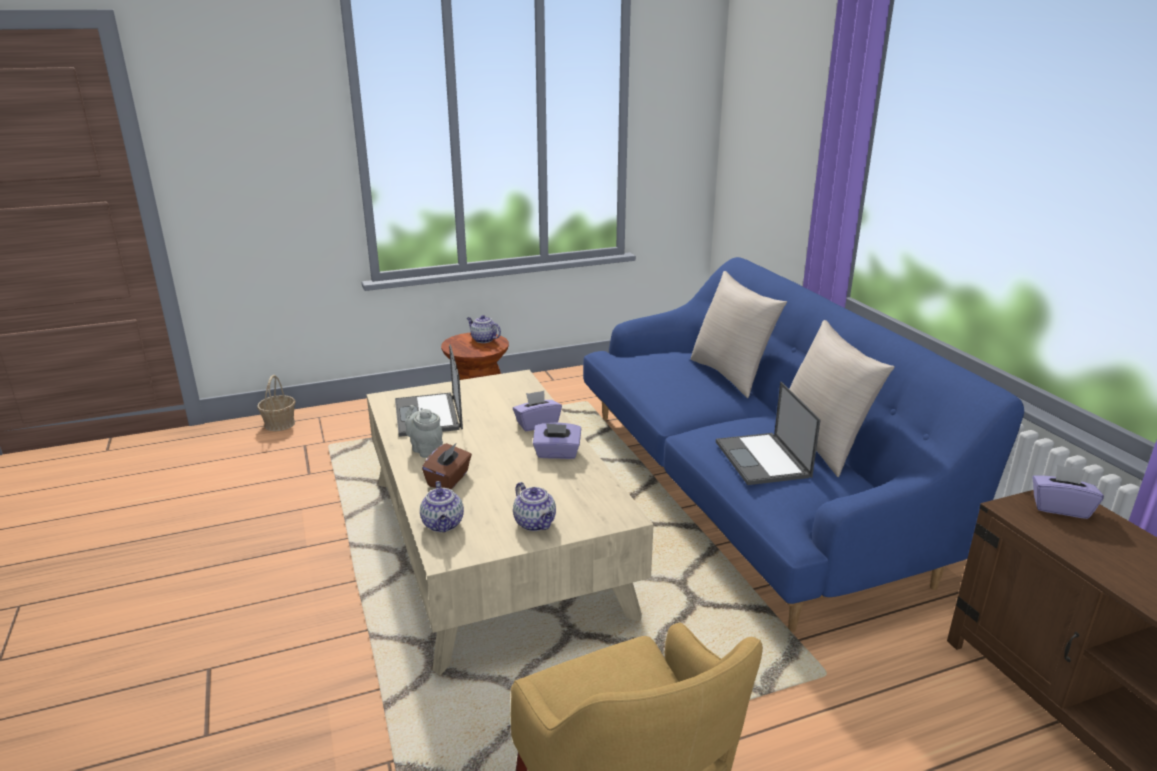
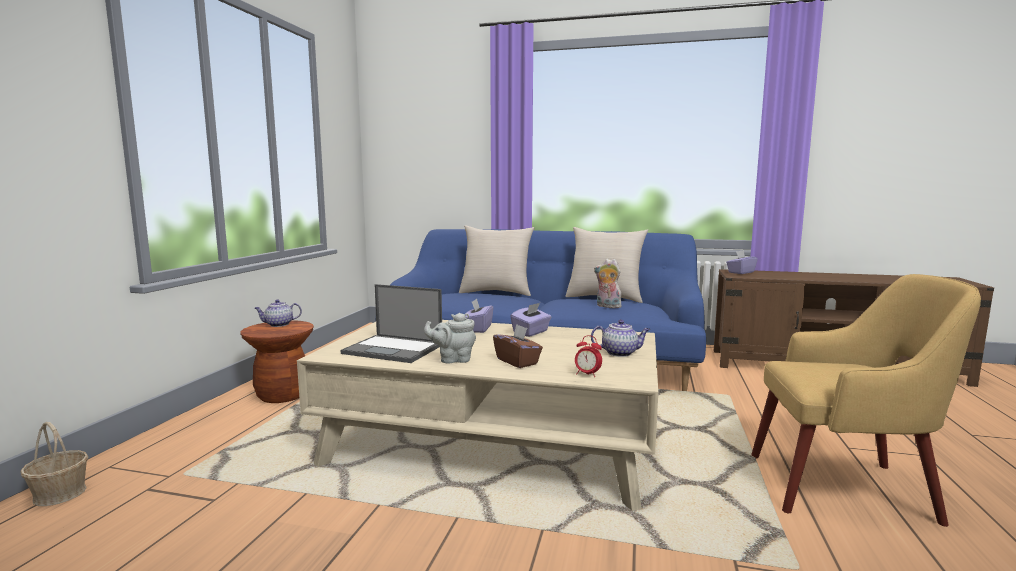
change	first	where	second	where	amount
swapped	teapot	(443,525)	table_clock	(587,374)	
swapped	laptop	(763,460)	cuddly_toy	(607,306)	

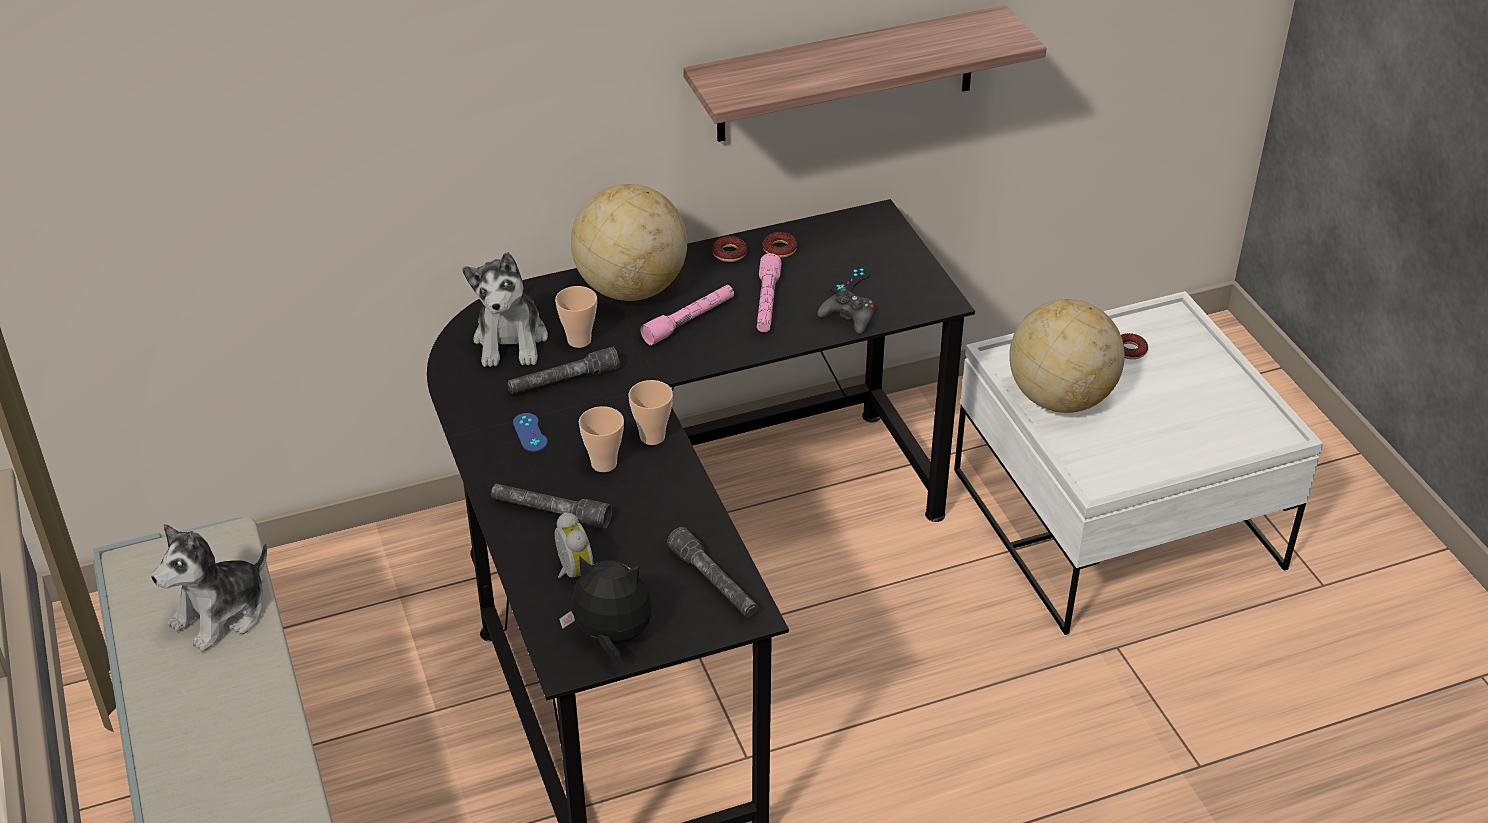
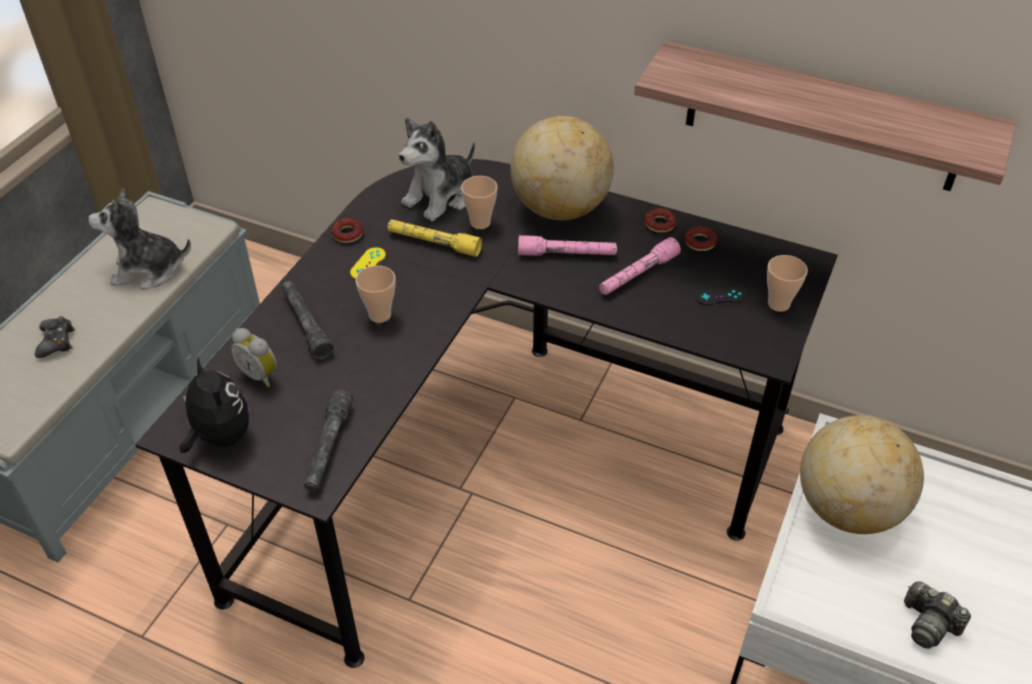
change	first	where	second	where	amount
shifted	blackish_gamepad	(848,318)		(56,342)	
rotated	table_clock	(572,573)		(260,374)	105 degrees clockwise
shifted	ring_doughnut	(1129,350)		(347,234)	
repainted	blue-coloured_gamepad	(530,432)	yellowish_gamepad	(368,264)	
repainted	grey_flashlight	(563,381)	yellowish_flashlight	(433,243)	
shifted	drinking_cup	(652,437)		(778,304)	
new			still_camera	(928,624)	

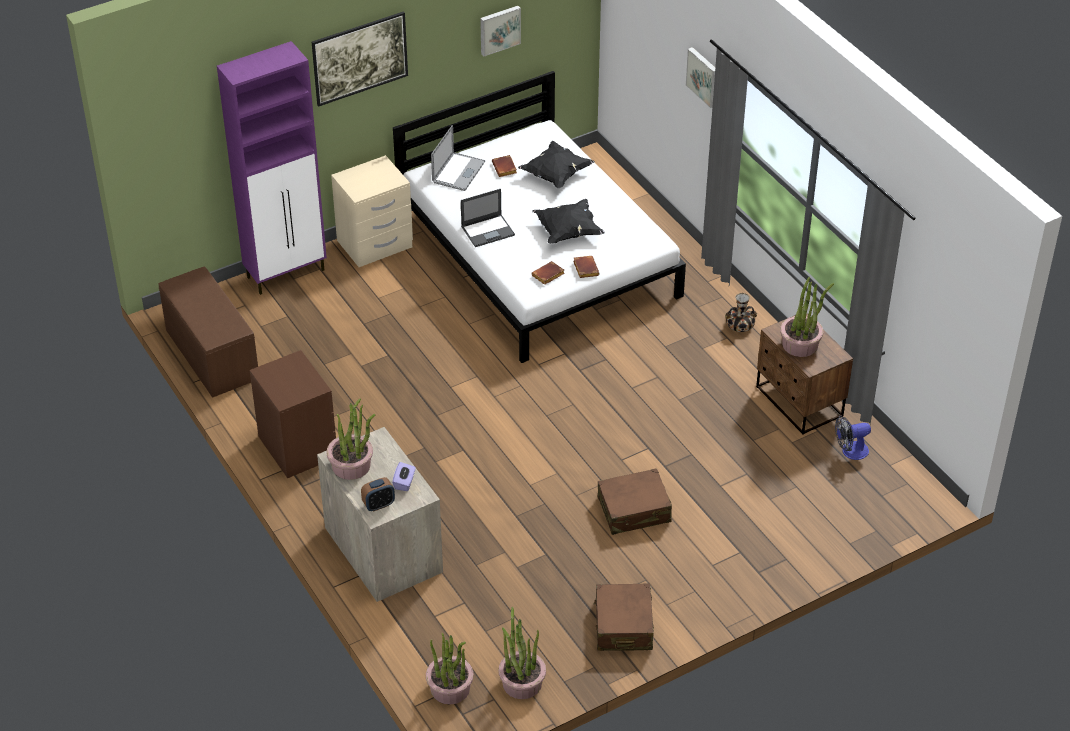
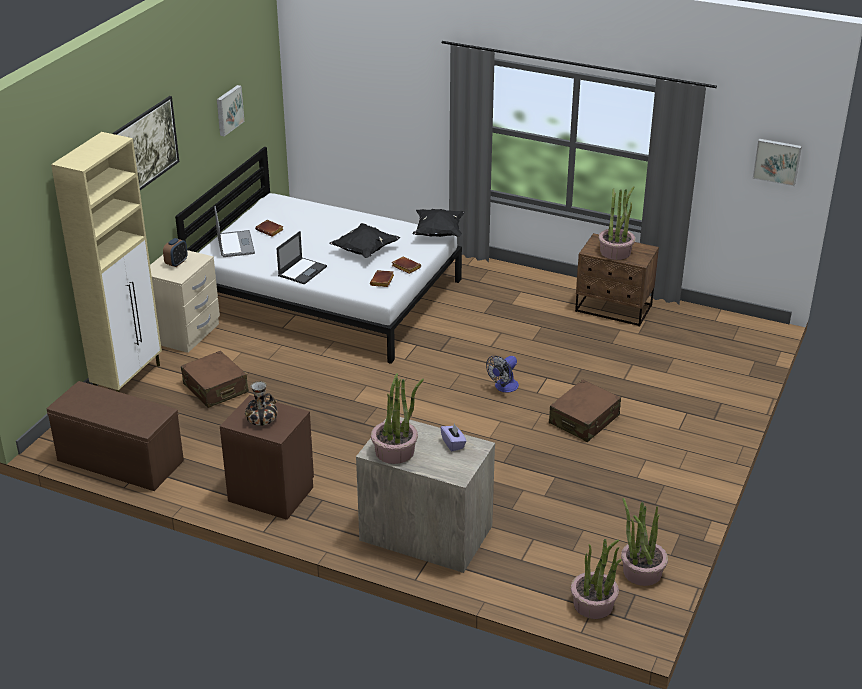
change	first	where	second	where	amount
repainted	purplish_storage_cabinet	(287,273)	beige-coloured_storage_cabinet	(129,379)	
shifted	table_clock	(378,505)		(176,263)	
shifted	brown_piece_of_luggage	(623,626)		(215,388)	
shifted	vase	(739,325)		(261,420)	
shifted	blackish_pillow	(556,175)		(438,233)	
shifted	fan	(850,451)		(504,387)	
shifted	wall_picture	(703,76)		(777,161)	

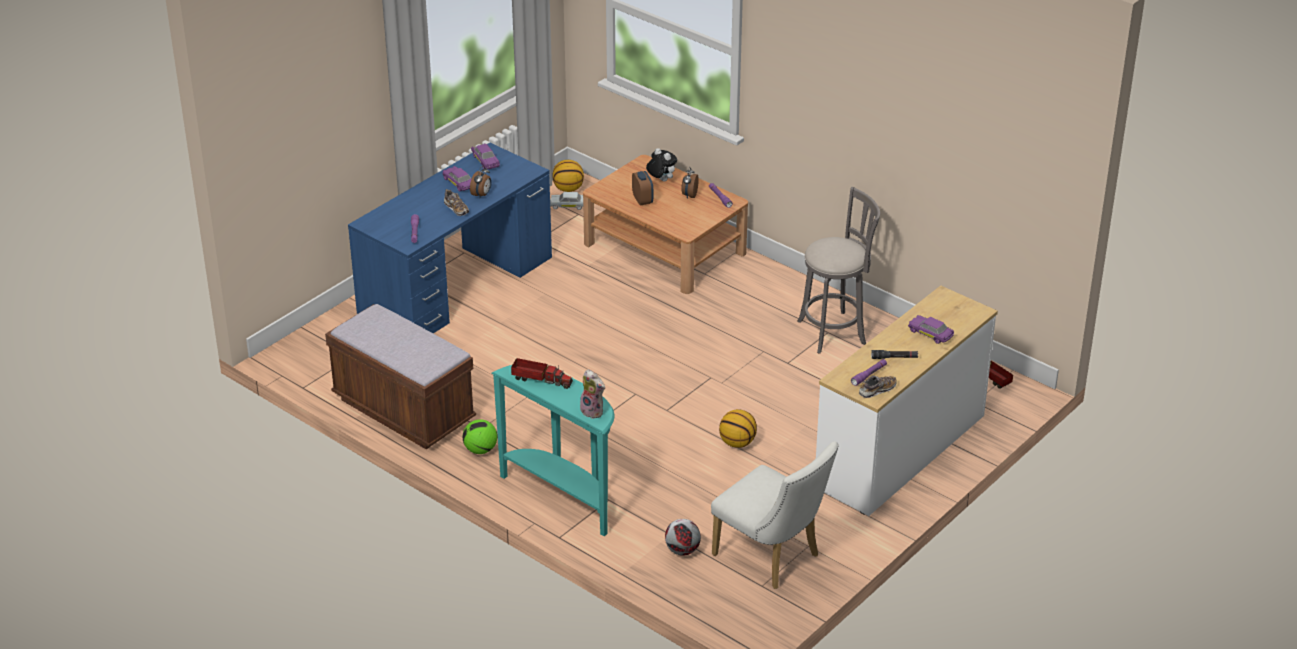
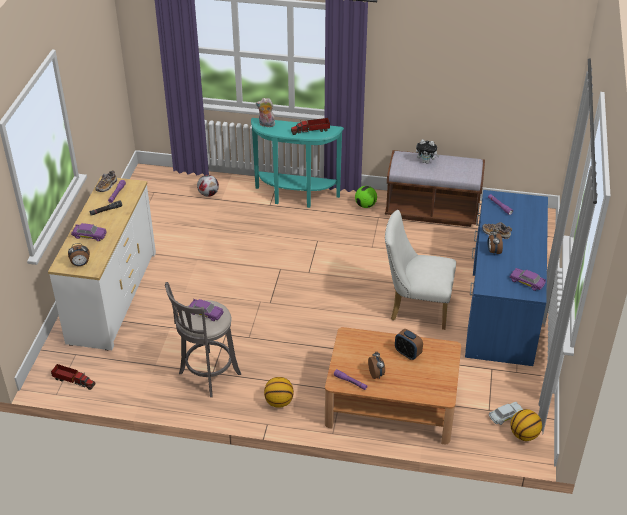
change	first	where	second	where	amount
new			table_clock	(80,264)	
shifted	purplish_miniature_car	(459,183)		(205,313)	
shifted	basketball_ball	(737,443)		(279,402)	
shifted	whitish_chair	(772,558)		(415,307)	
shifted	cuddly_toy	(661,180)		(426,161)	

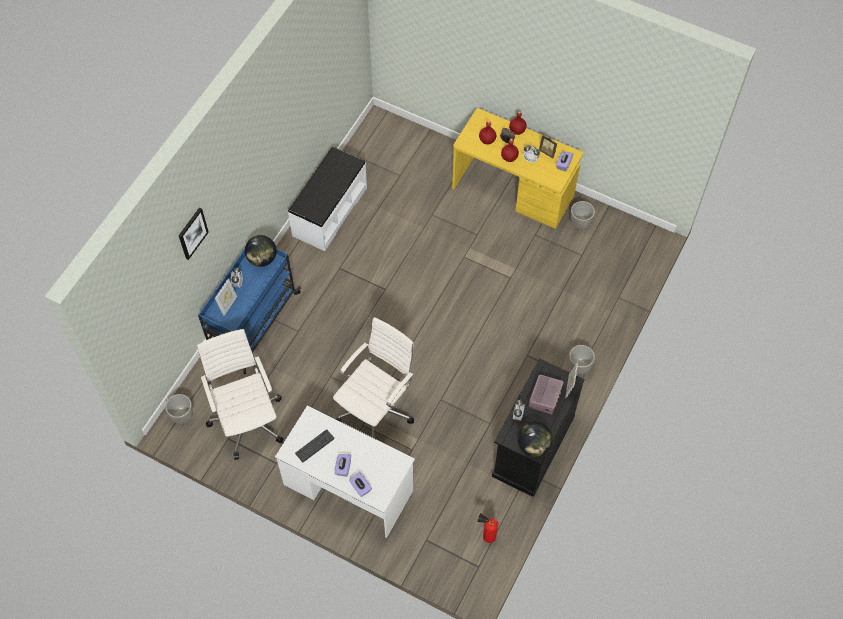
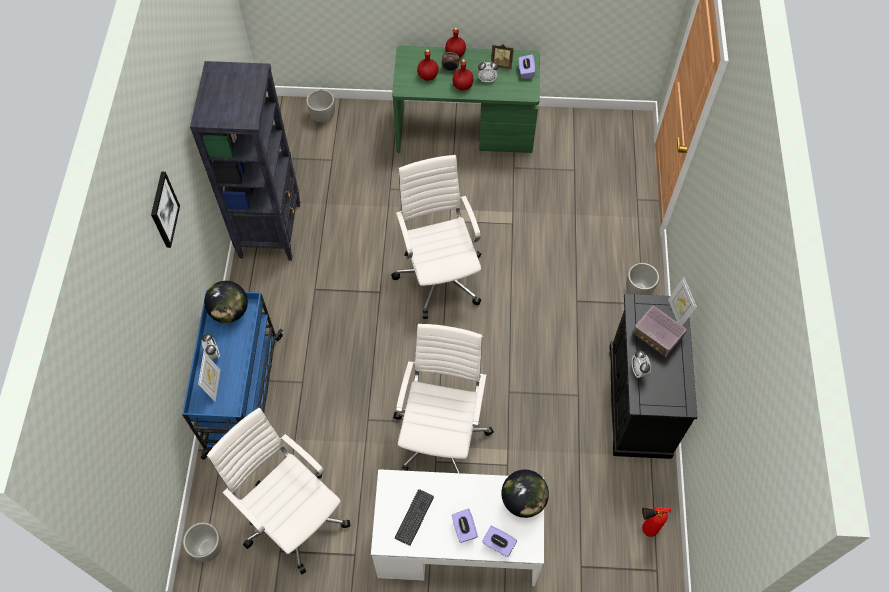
change	first	where	second	where	amount
shifted	wall_picture	(192,233)		(163,210)	
swapped	whitish_long_seat	(329,211)	blackish_shelving_unit	(270,230)	
shifted	plant_pot	(580,222)		(323,116)	
new			whitish_office_chair	(439,275)	
repainted	yellowish_desk_unit	(513,191)	green-coloured_desk_unit	(465,130)	
shifted	globe	(533,445)		(523,500)	
rotated	radio	(545,397)		(657,336)	135 degrees clockwise

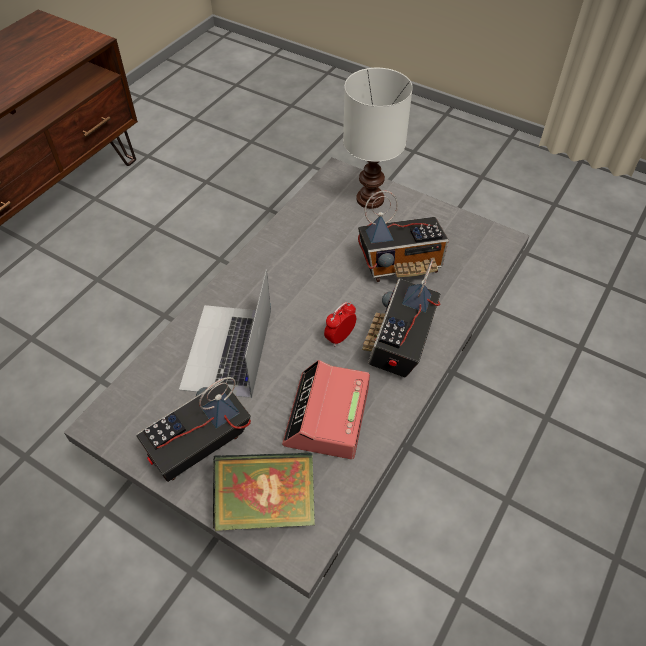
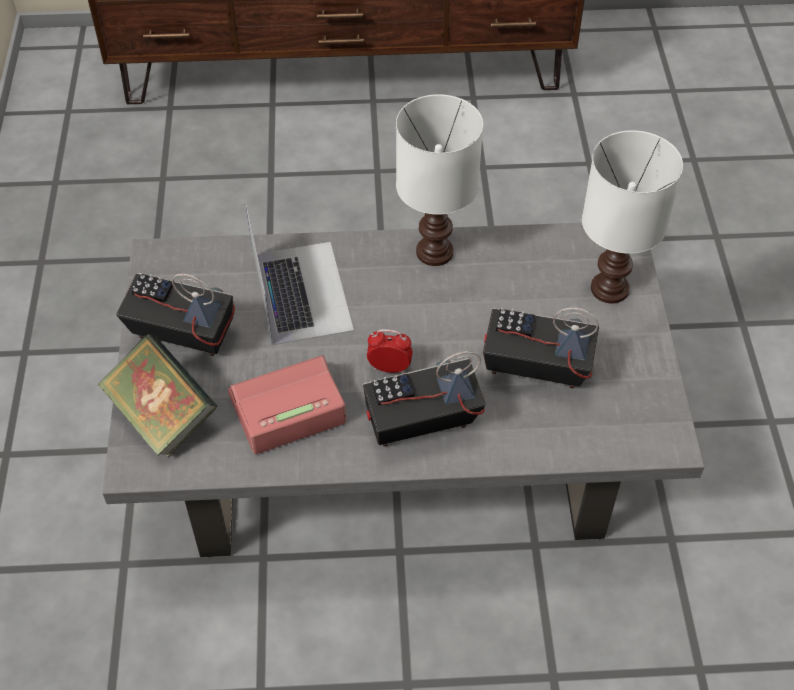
change	first	where	second	where	amount
rotated	laptop	(227,350)		(301,292)	105 degrees clockwise
new			whitish_tabletop_lamp	(433,253)	
rotated	radio	(401,265)		(535,368)	150 degrees clockwise

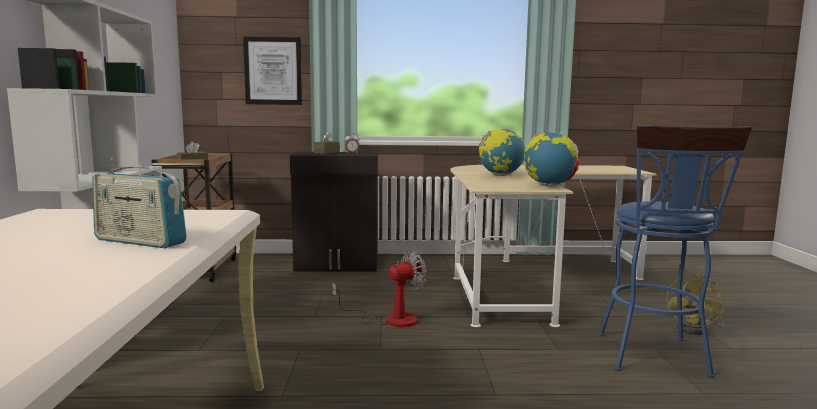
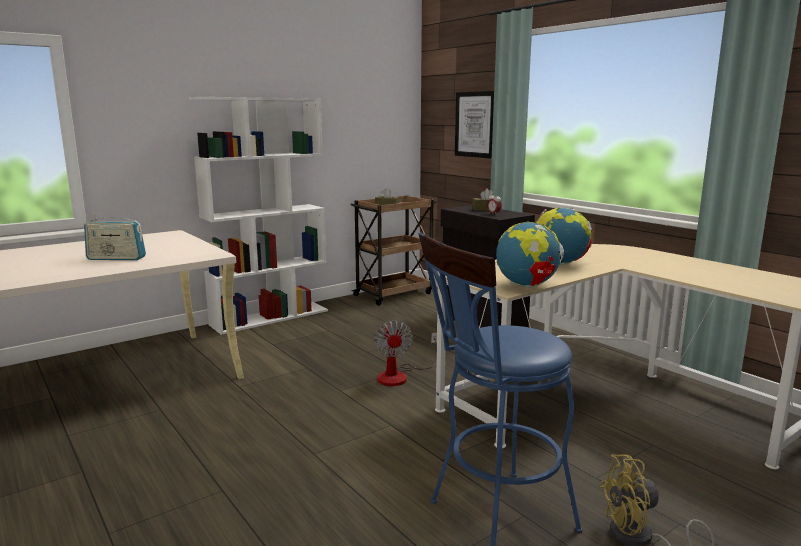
change	first	where	second	where	amount
rotated	radio	(140,241)		(116,258)	75 degrees counterclockwise
rotated	fan	(390,319)		(400,376)	60 degrees clockwise

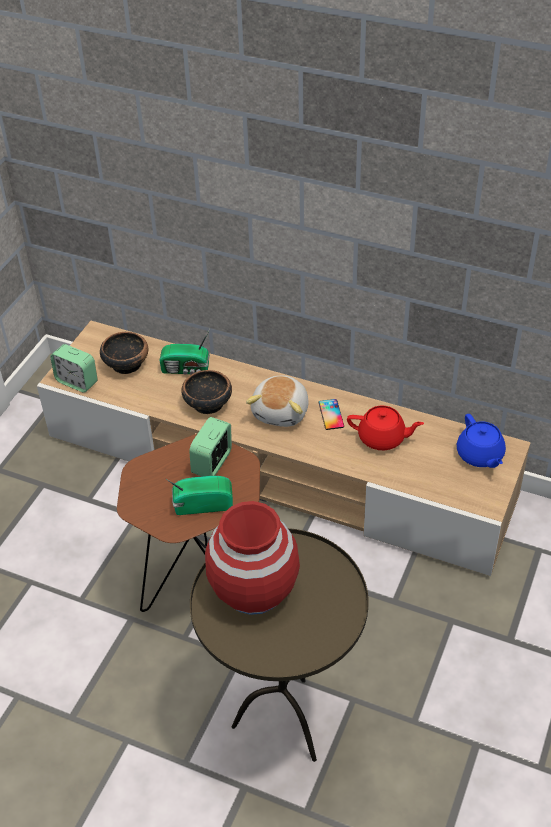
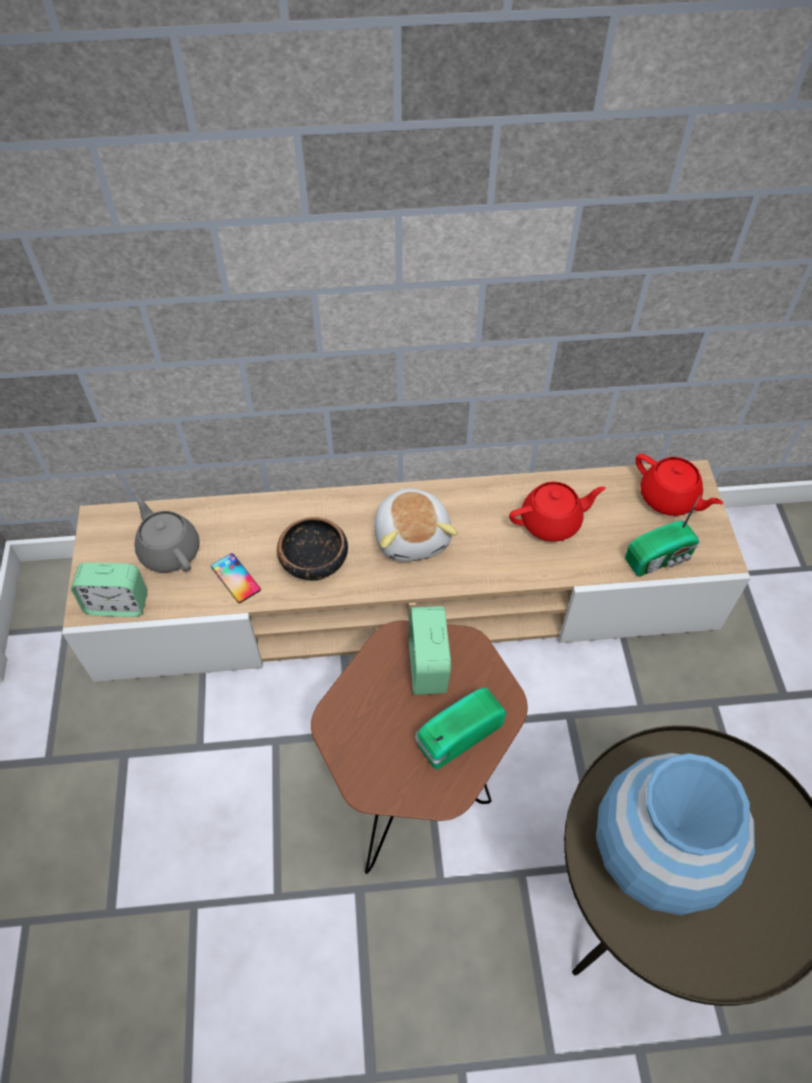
change	first	where	second	where	amount
swapped	serving_bowl	(126,364)	grey_teapot	(169,550)	
shifted	telephone	(331,414)		(235,578)	
repainted	red_vase	(253,590)	blue-coloured_vase	(655,855)	
shifted	radio	(187,369)		(661,558)	
repainted	blue-coloured_teapot	(480,455)	red_teapot	(669,498)	

